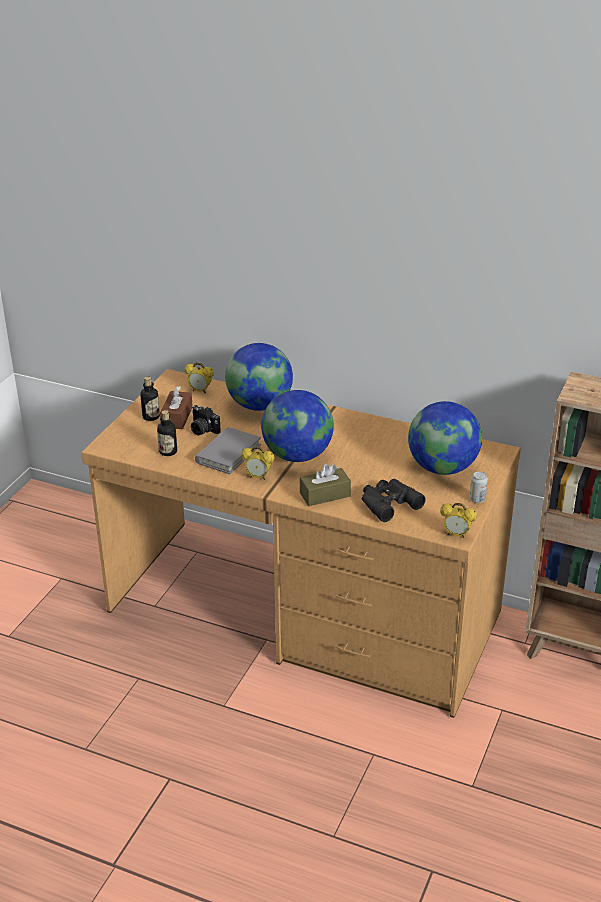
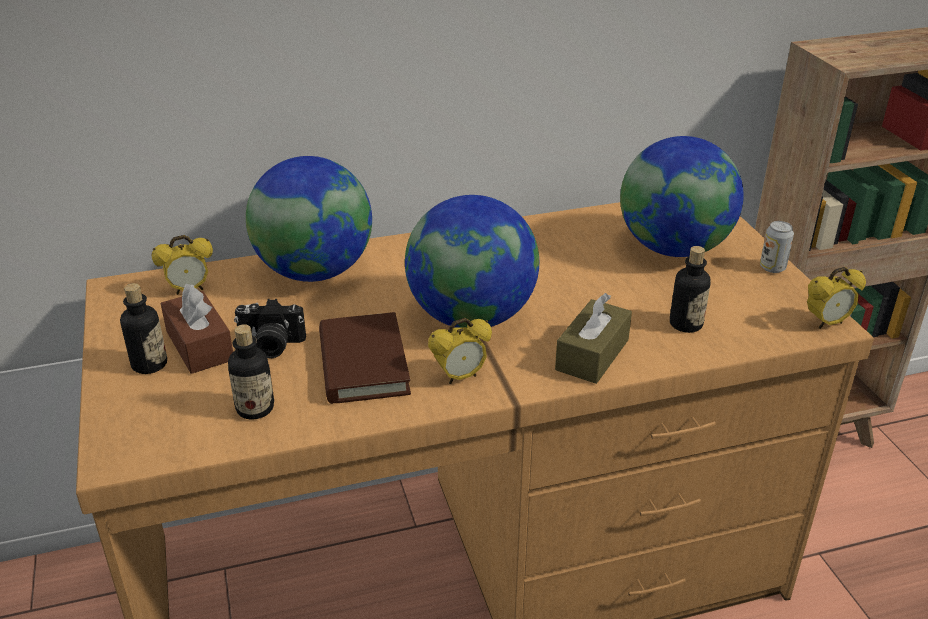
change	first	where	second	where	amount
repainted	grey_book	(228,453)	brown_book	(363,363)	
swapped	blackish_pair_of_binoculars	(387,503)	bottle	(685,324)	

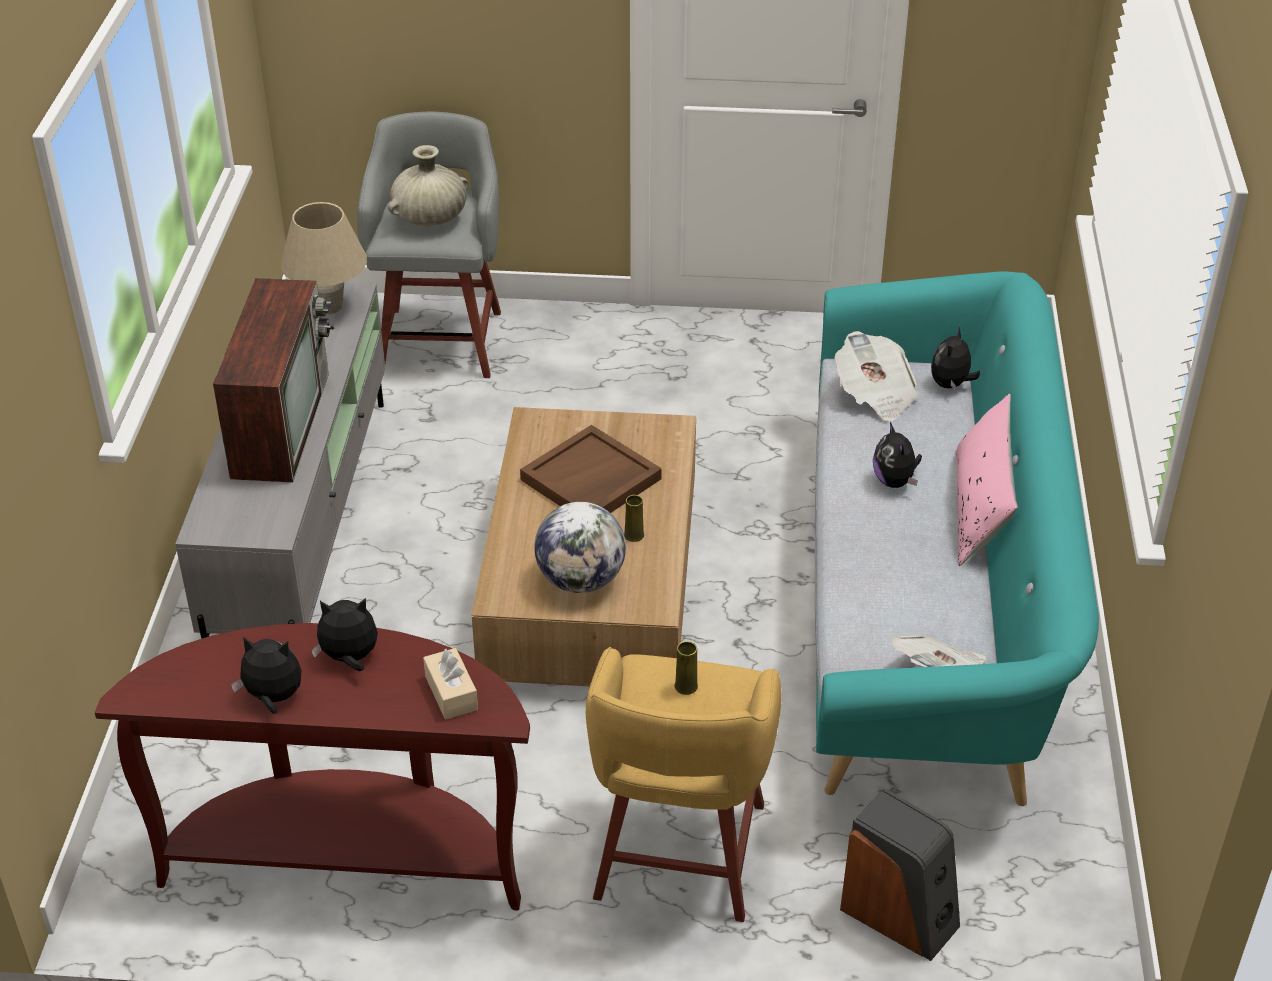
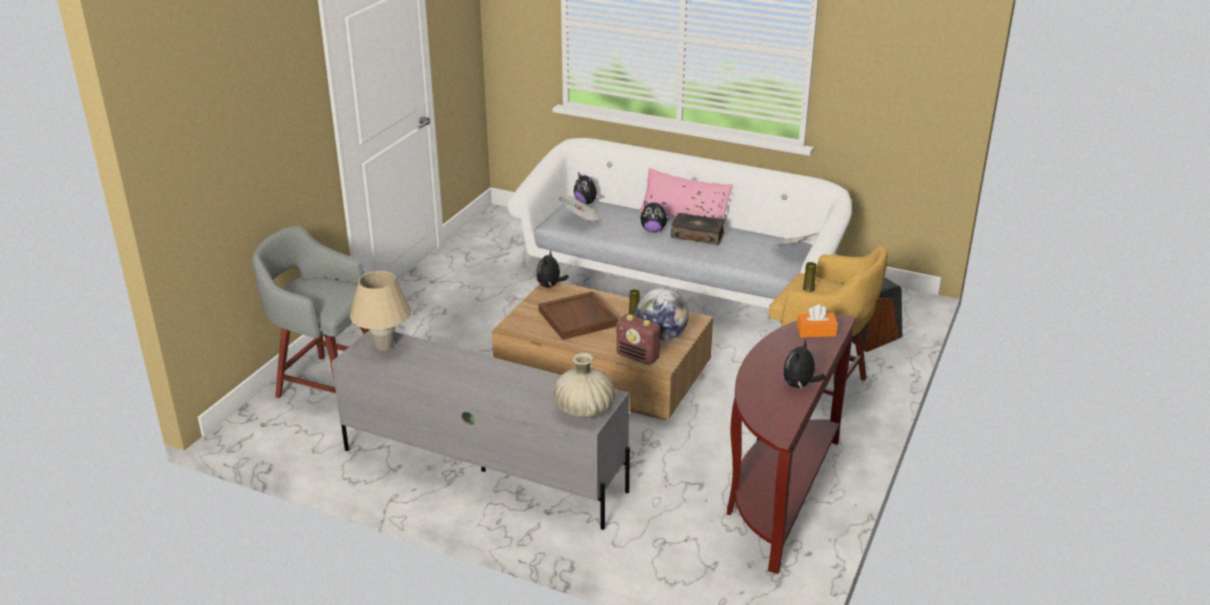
change	first	where	second	where	amount
repainted	turquoise-coloured_settee	(925,604)	whitish_settee	(678,284)	
shifted	cuddly_toy	(349,658)		(550,286)	
shifted	beige-coloured_vase	(429,218)		(584,410)	
new			radio	(638,357)	
new			book	(697,235)	
repainted	beige-coloured_tissue_box	(451,693)	orange_tissue_box	(816,332)	
gone	TV_set	(280,422)			

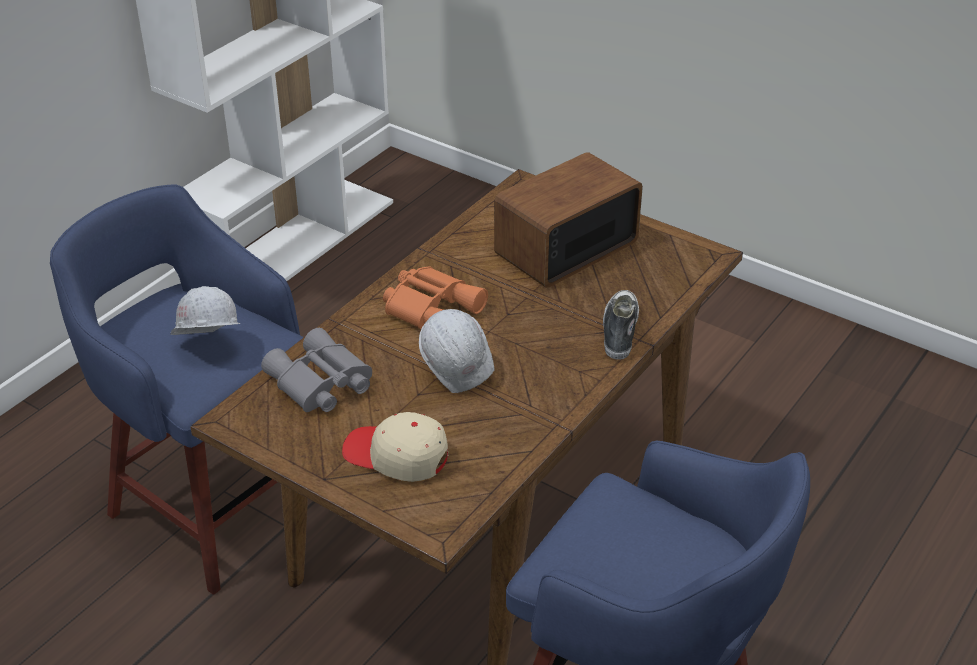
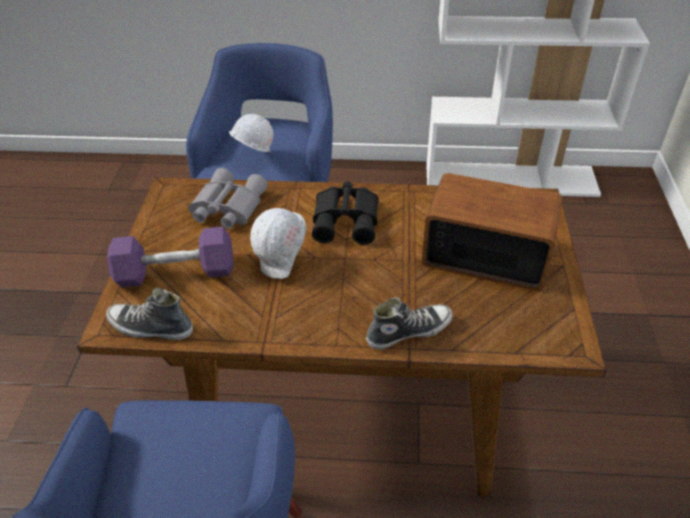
change	first	where	second	where	amount
new			item_of_footwear	(151,327)	
swapped	beige-coloured_cap	(396,455)	purplish_hand_weight	(176,272)	
repainted	orange_pair_of_binoculars	(433,307)	blackish_pair_of_binoculars	(347,220)	

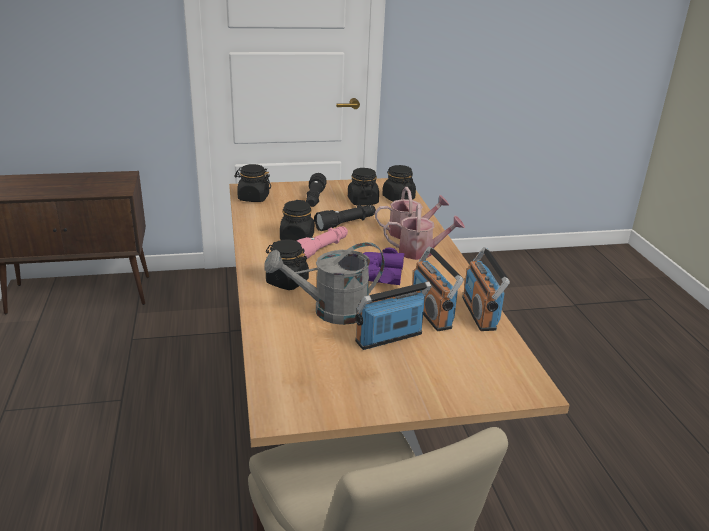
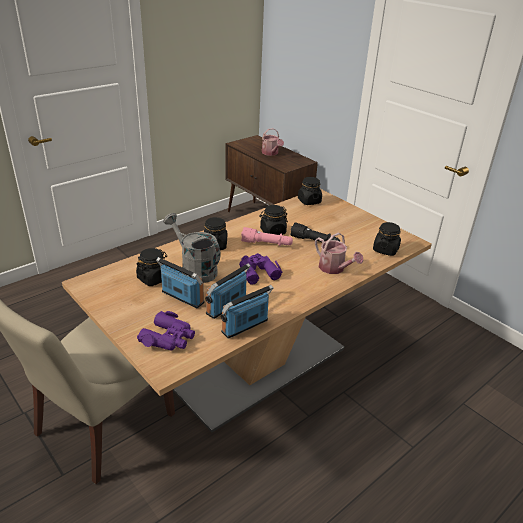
change	first	where	second	where	amount
shifted	blackish_jar	(362,201)		(153,278)	
new			purplish_pair_of_binoculars	(169,338)	
shifted	watering_pot	(421,252)		(271,153)	
gone	blackish_flashlight	(314,199)			

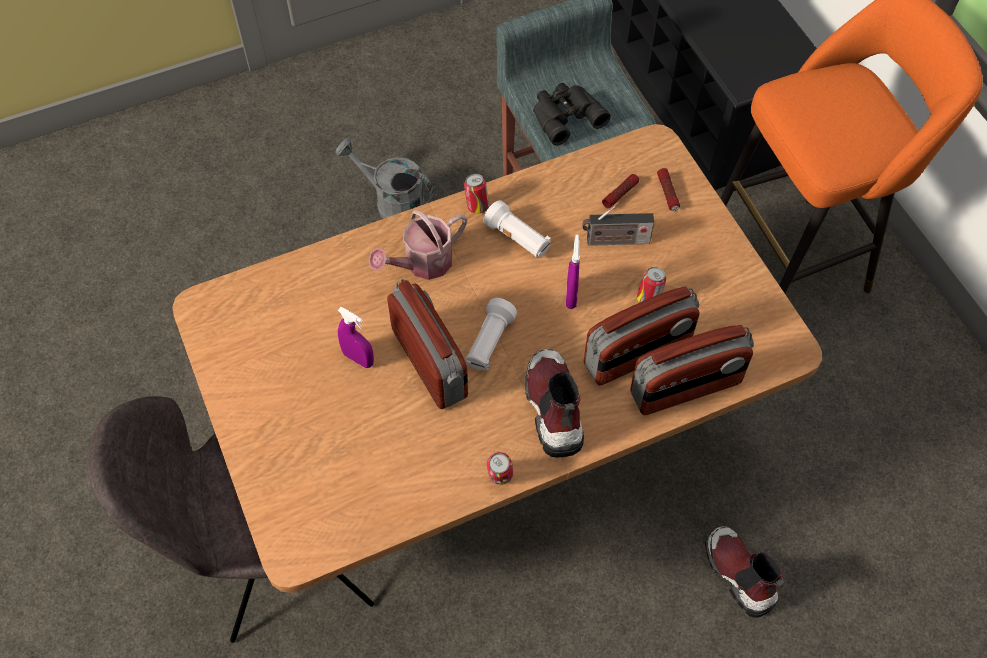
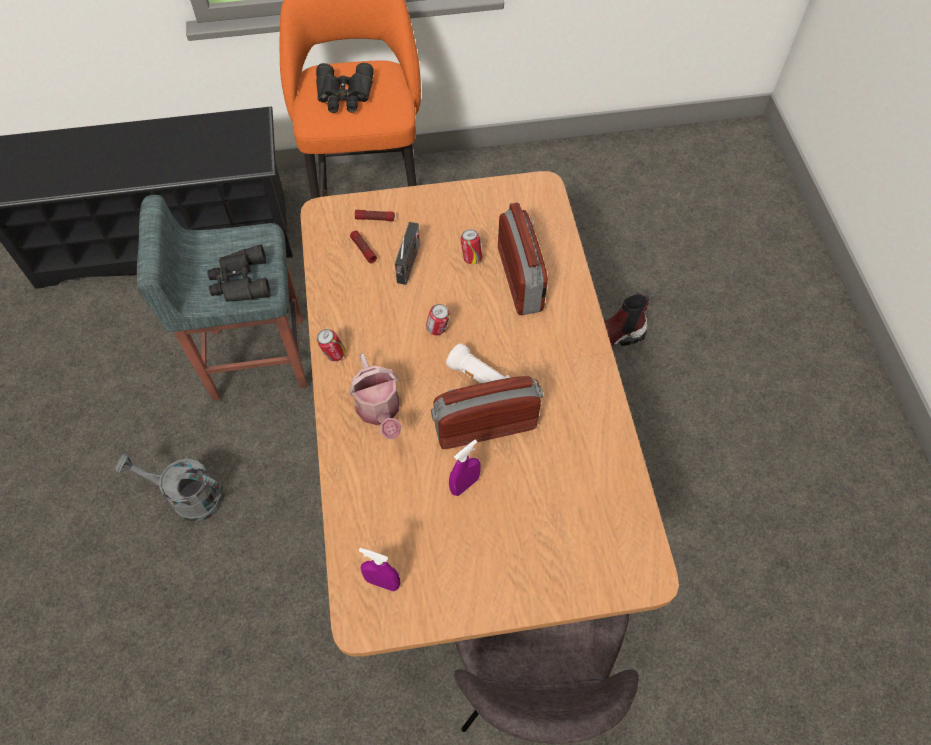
change	first	where	second	where	amount
rotated	grey_watering_pot	(392,203)		(188,498)	60 degrees clockwise
new			blackish_pair_of_binoculars	(344,95)	
shifted	purplish_sprayer	(571,296)		(382,582)	
shifted	sealed_can	(500,477)		(438,330)	
gone	whitish_flashlight	(518,239)			
gone	boot	(552,407)			
gone	radio	(686,388)			

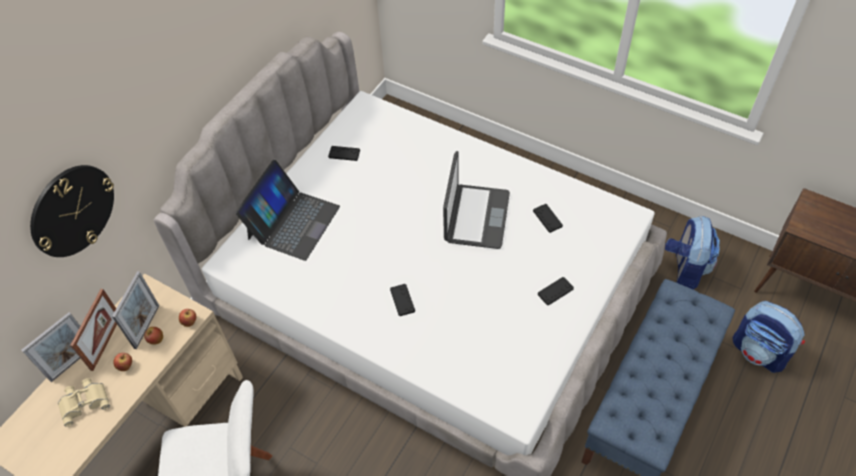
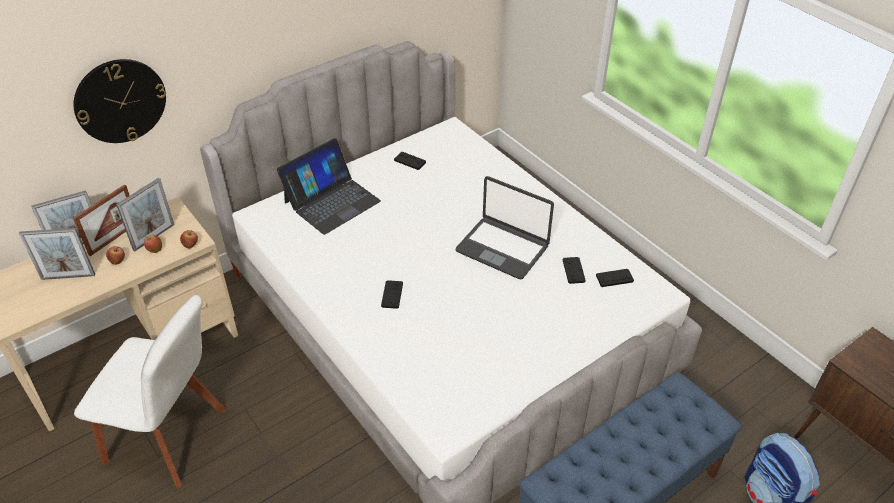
change	first	where	second	where	amount
swapped	beige-coloured_pair_of_binoculars	(84,401)	picture_frame	(68,277)	
rotated	laptop	(476,217)		(503,248)	90 degrees clockwise
shifted	blackish_gamepad	(555,291)		(614,278)	
gone	knapsack	(685,268)			

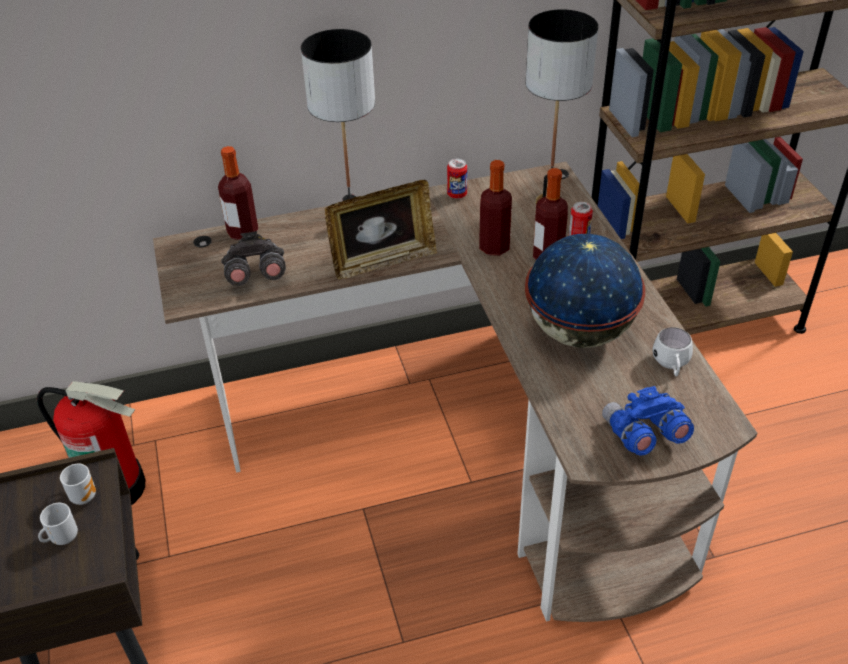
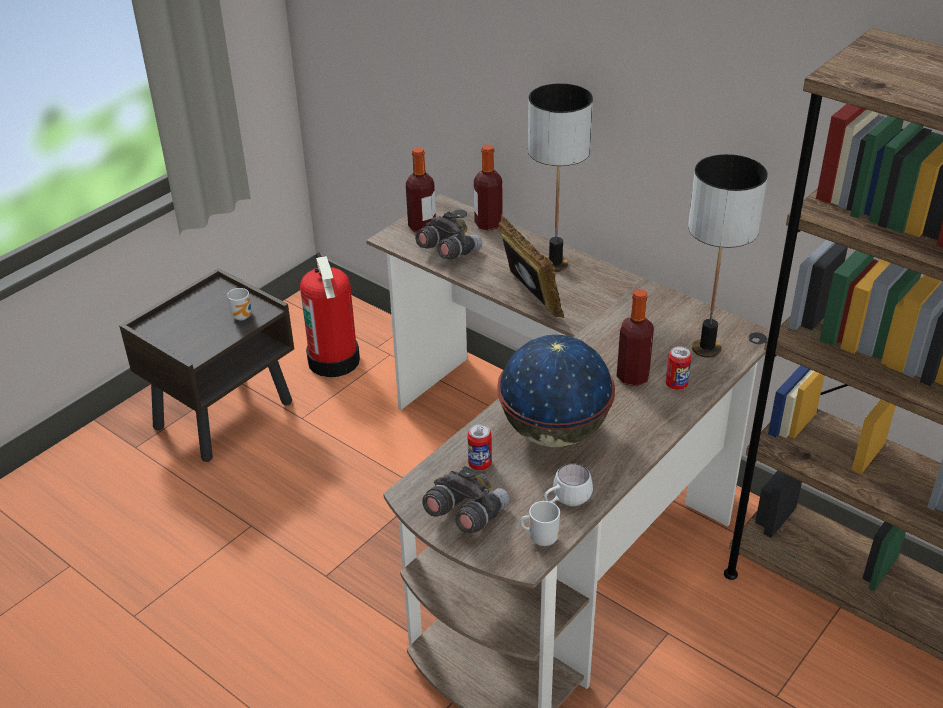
change	first	where	second	where	amount
shifted	bottle	(494,247)		(422,227)	
repainted	blue-coloured_pair_of_binoculars	(643,435)	grey_pair_of_binoculars	(466,514)	
shifted	sealed_can	(457,194)		(480,464)	
rotated	picture_frame	(383,261)		(529,298)	150 degrees counterclockwise
shifted	coffee_mug	(62,538)		(541,538)	

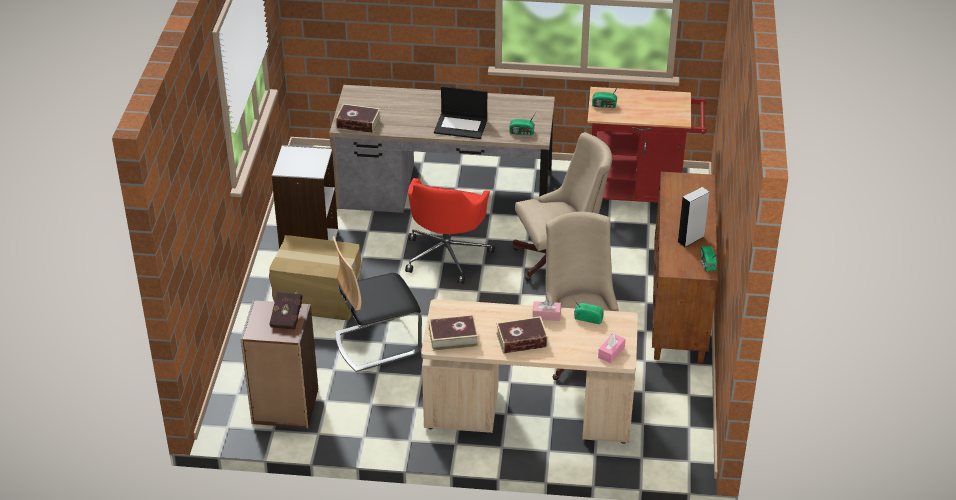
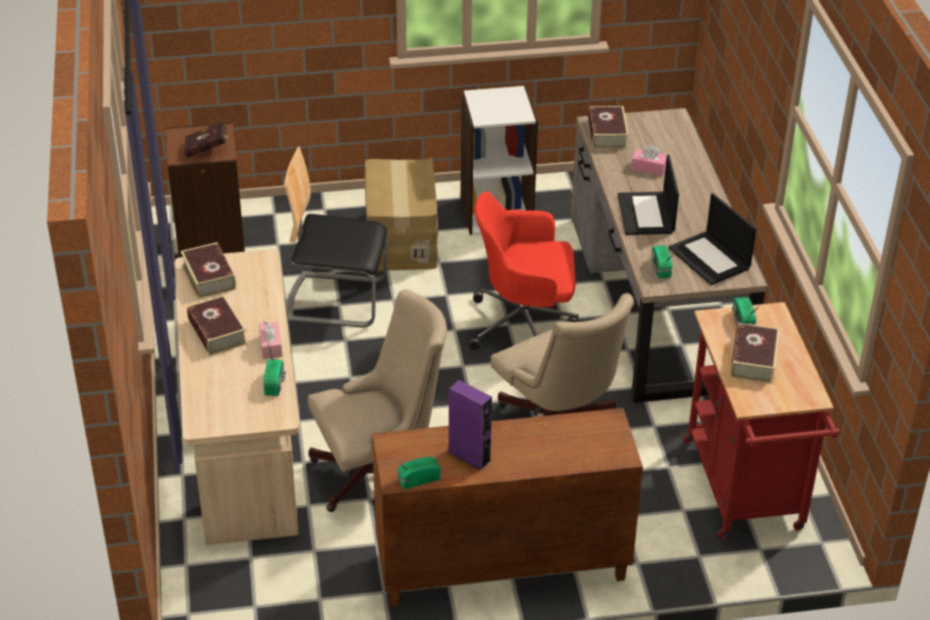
change	first	where	second	where	amount
rotated	chair	(377,342)		(337,299)	45 degrees counterclockwise
repainted	grey_speaker	(691,239)	purplish_speaker	(469,456)	
shifted	pink_tissue_box	(611,352)		(648,168)	
new			laptop	(710,258)	
new			book	(753,360)	

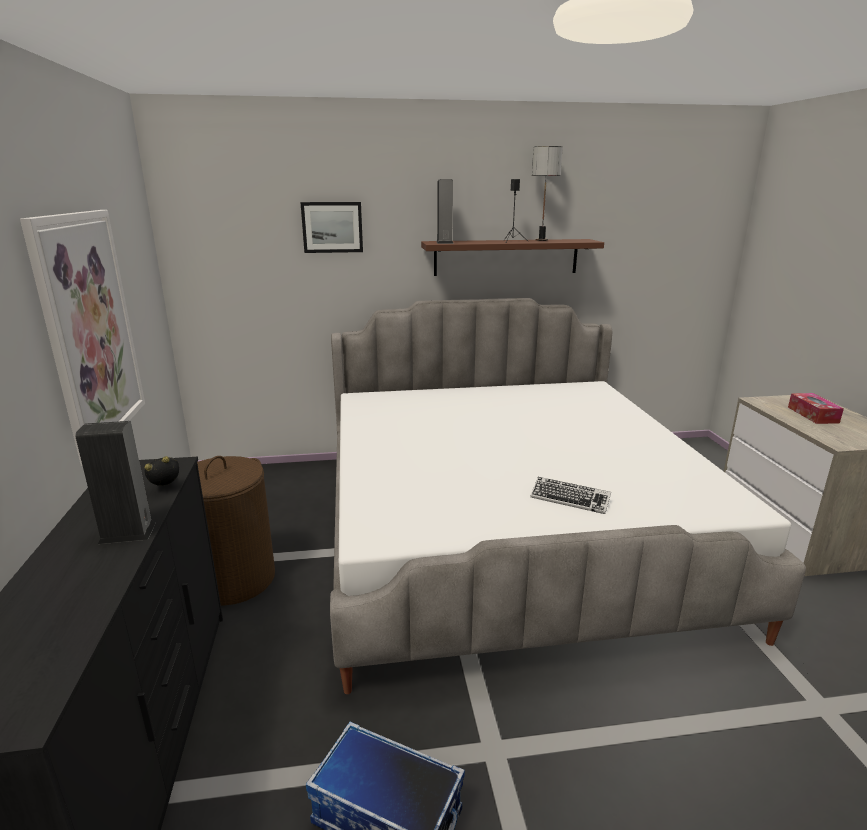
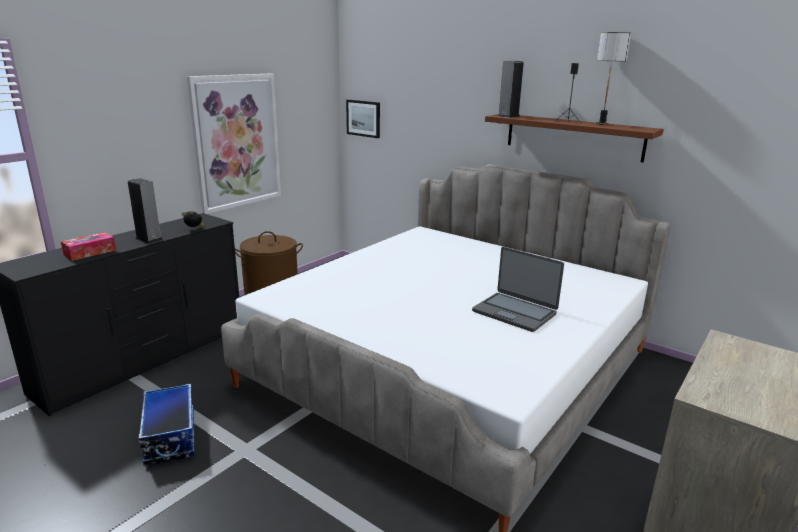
change	first	where	second	where	amount
shifted	tissue_box	(812,415)		(90,252)	
shifted	wall_picture	(332,227)		(363,118)	
new			laptop	(514,312)	
gone	computer_keyboard	(569,499)			

